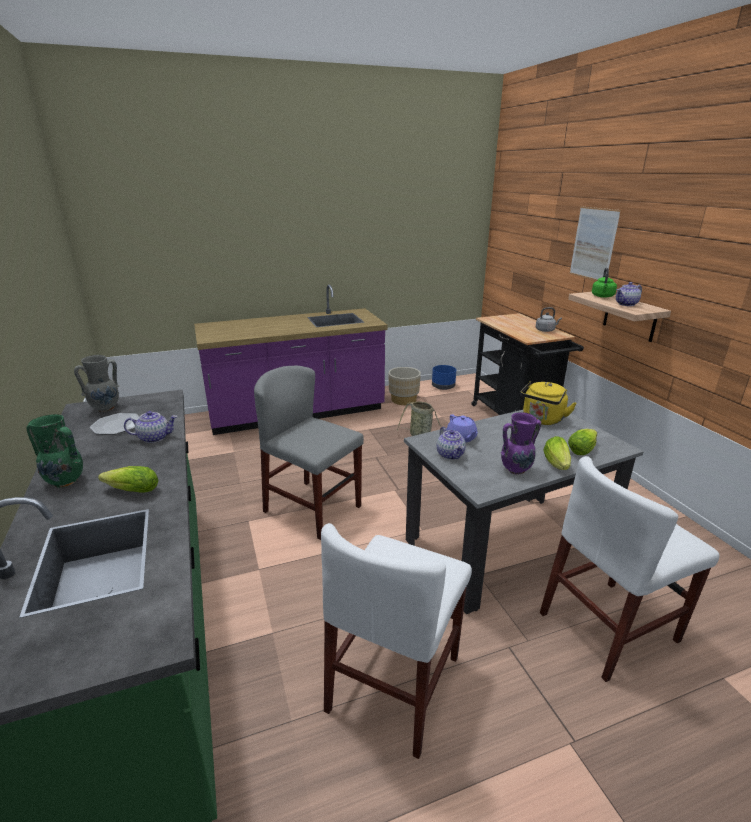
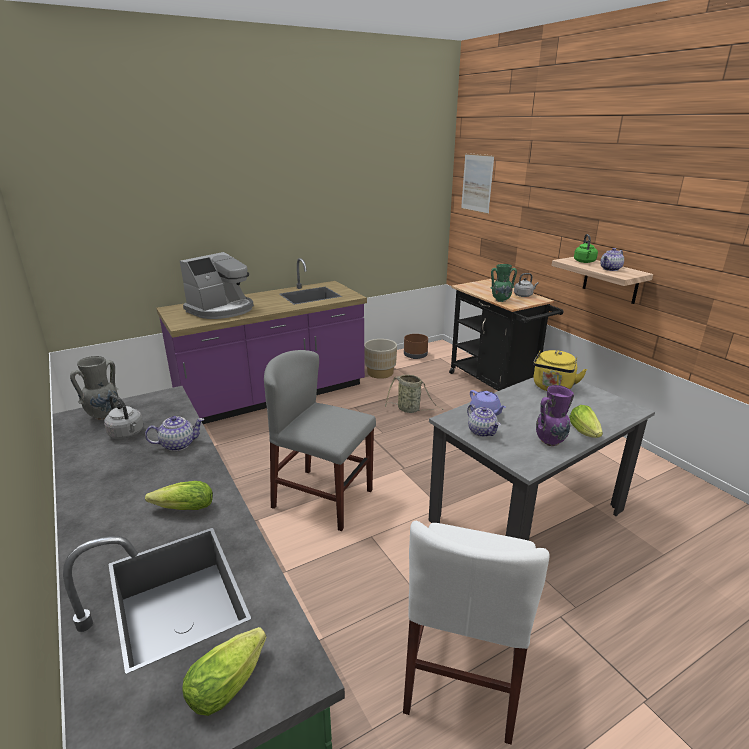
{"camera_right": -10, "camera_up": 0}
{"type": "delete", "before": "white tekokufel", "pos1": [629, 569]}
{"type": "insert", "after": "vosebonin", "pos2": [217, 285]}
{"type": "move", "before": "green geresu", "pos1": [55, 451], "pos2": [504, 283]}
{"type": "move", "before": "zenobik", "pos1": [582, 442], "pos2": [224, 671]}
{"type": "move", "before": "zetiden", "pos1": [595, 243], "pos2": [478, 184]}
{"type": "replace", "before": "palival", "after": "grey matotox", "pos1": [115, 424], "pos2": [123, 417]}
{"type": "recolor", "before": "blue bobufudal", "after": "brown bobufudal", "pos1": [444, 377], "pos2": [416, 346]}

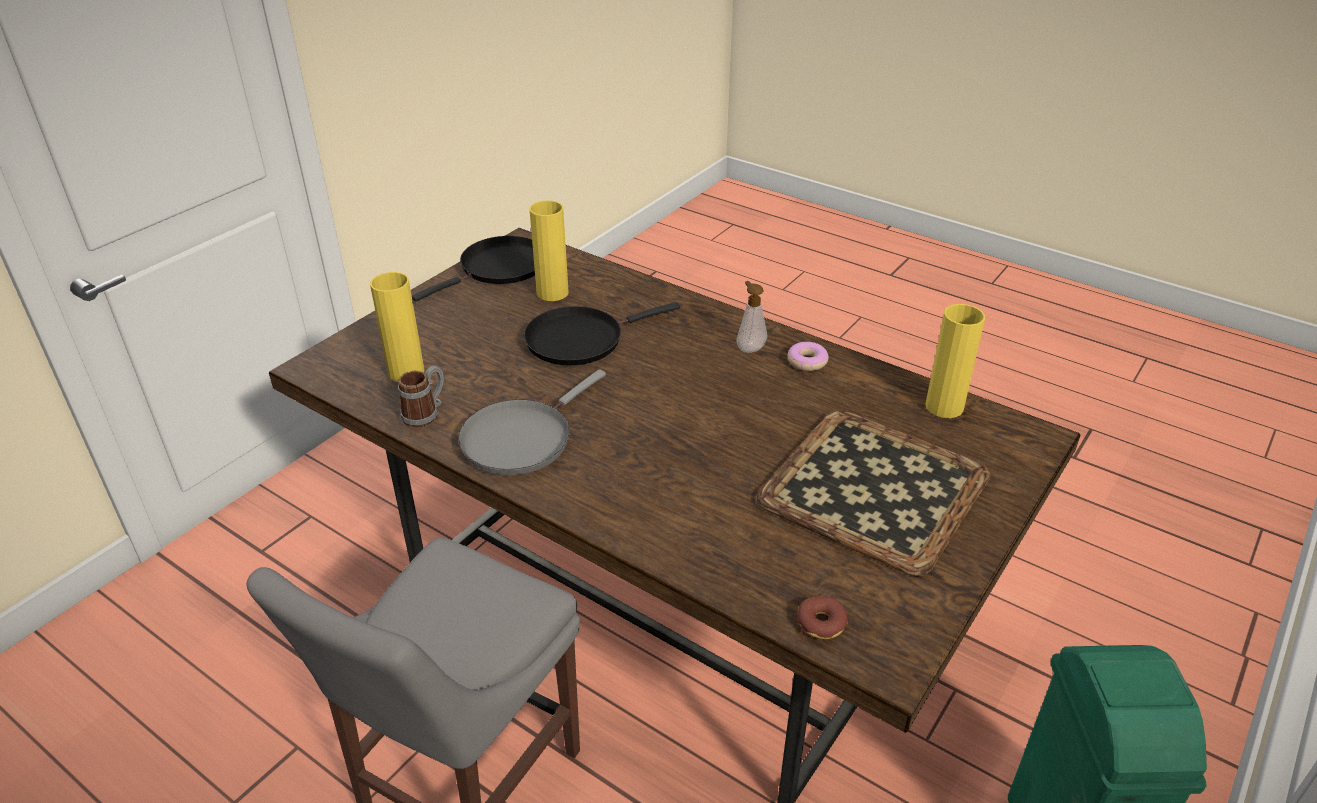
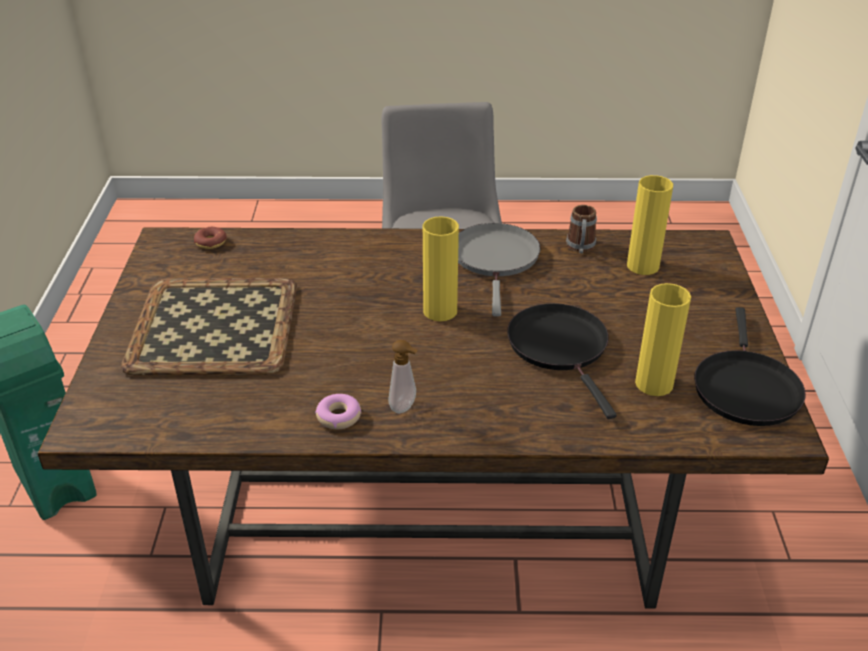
{"camera_right": 145, "camera_up": 0}
{"type": "move", "before": "yellow geresu", "pos1": [955, 361], "pos2": [441, 268]}
{"type": "rotate", "before": "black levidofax", "pos1": [602, 333], "pos2": [562, 361], "turn": -45}

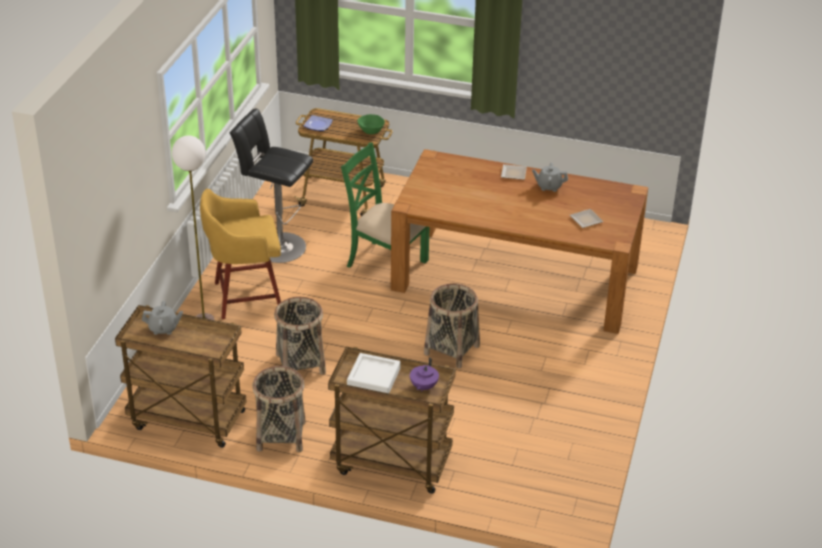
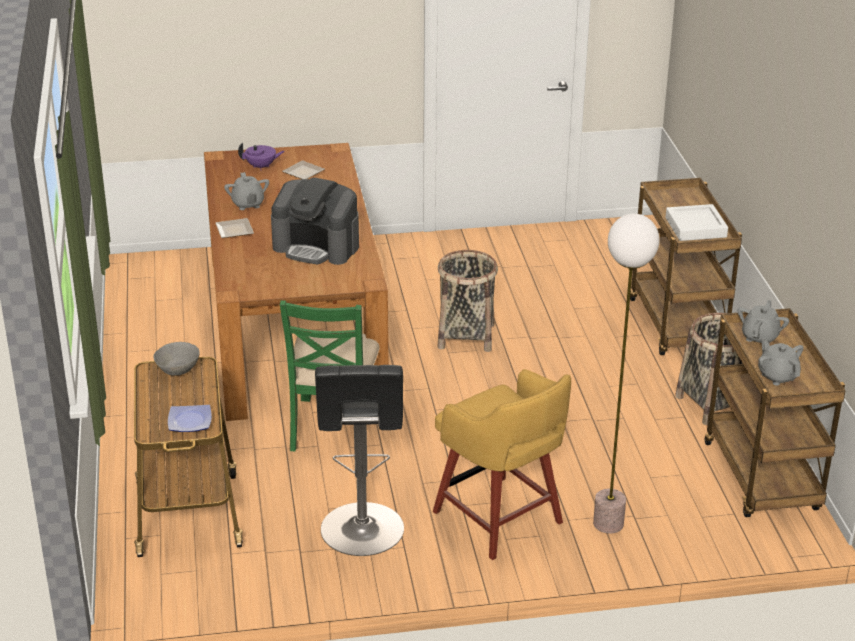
{"camera_right": -115, "camera_up": -5}
{"type": "delete", "before": "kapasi", "pos1": [300, 336]}
{"type": "insert", "after": "vosebonin", "pos2": [315, 221]}
{"type": "insert", "after": "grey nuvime", "pos2": [763, 322]}
{"type": "move", "before": "purple nuvime", "pos1": [424, 374], "pos2": [261, 155]}
{"type": "recolor", "before": "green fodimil", "after": "grey fodimil", "pos1": [371, 124], "pos2": [176, 359]}

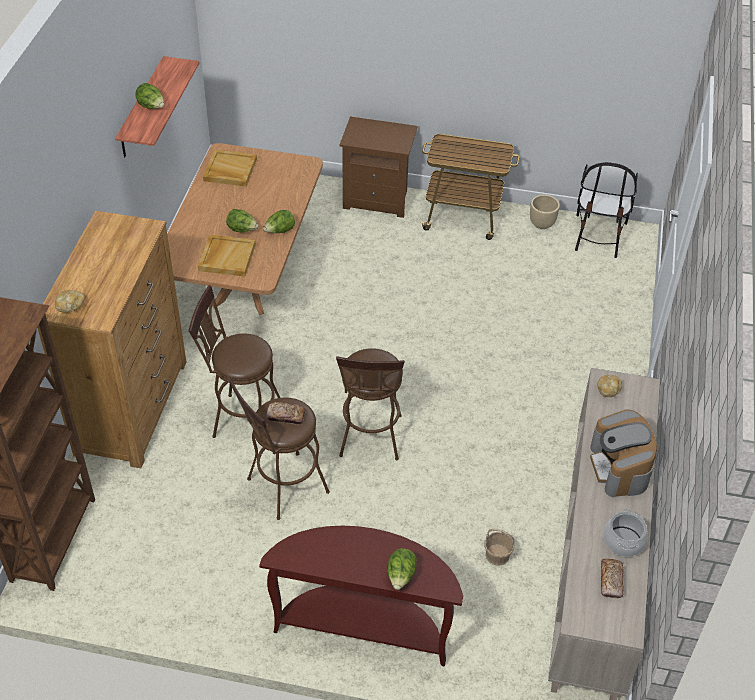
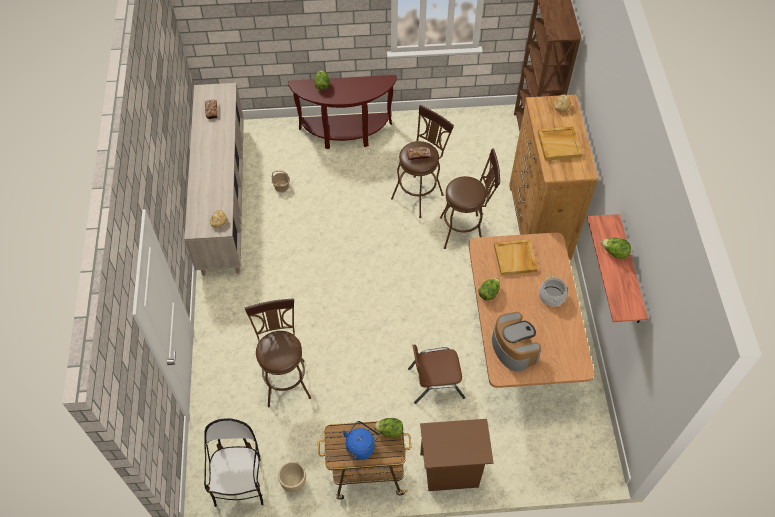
{"camera_right": 165, "camera_up": 10}
{"type": "insert", "after": "blue matotox", "pos2": [361, 440]}
{"type": "insert", "after": "brown tekokufel", "pos2": [436, 374]}
{"type": "move", "before": "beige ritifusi", "pos1": [230, 168], "pos2": [560, 143]}
{"type": "move", "before": "zenobik", "pos1": [242, 220], "pos2": [388, 427]}
{"type": "move", "before": "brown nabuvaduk", "pos1": [370, 404], "pos2": [278, 352]}
{"type": "move", "before": "vosebonin", "pos1": [623, 453], "pos2": [516, 342]}
{"type": "move", "before": "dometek", "pos1": [626, 533], "pos2": [553, 291]}

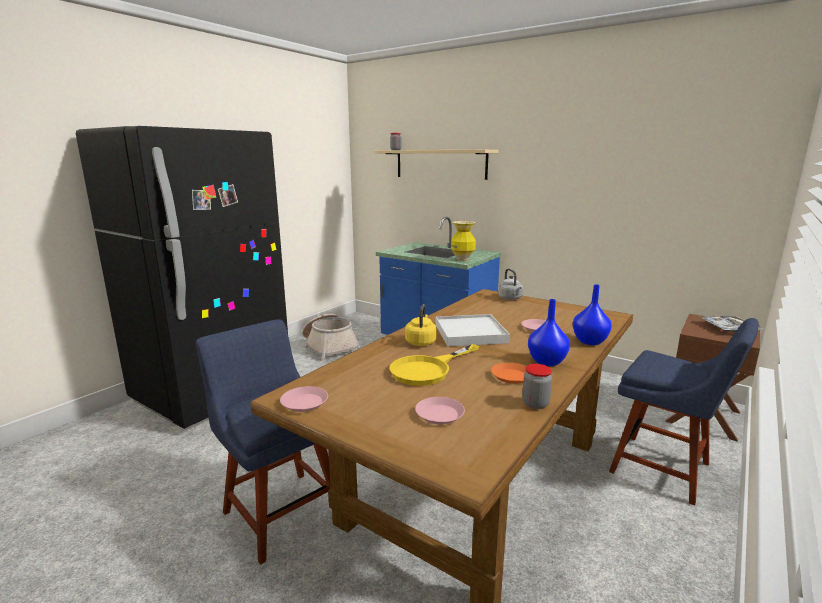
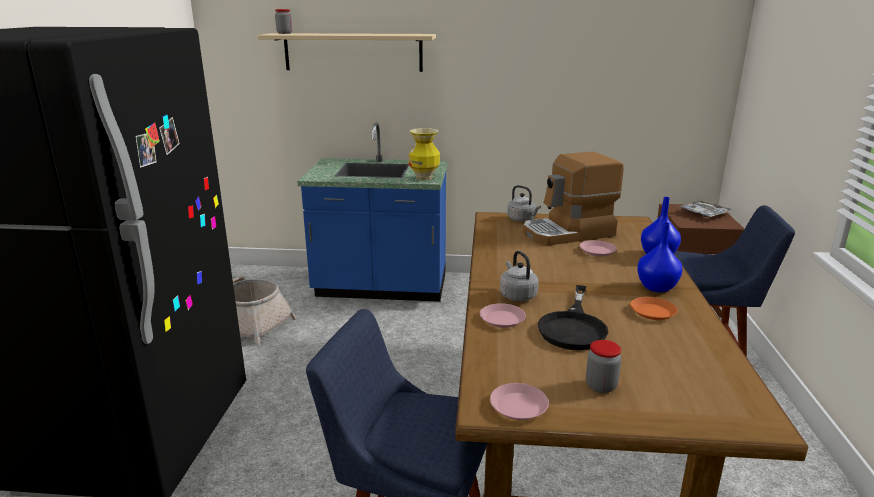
{"camera_right": -30, "camera_up": 5}
{"type": "delete", "before": "white ritifusi", "pos1": [473, 330]}
{"type": "insert", "after": "vosebonin", "pos2": [573, 199]}
{"type": "move", "before": "pink palival", "pos1": [440, 410], "pos2": [503, 315]}
{"type": "move", "before": "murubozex", "pos1": [537, 386], "pos2": [603, 366]}
{"type": "recolor", "before": "yellow levidofax", "after": "black levidofax", "pos1": [434, 365], "pos2": [573, 317]}
{"type": "recolor", "before": "yellow matotox", "after": "grey matotox", "pos1": [421, 325], "pos2": [519, 276]}

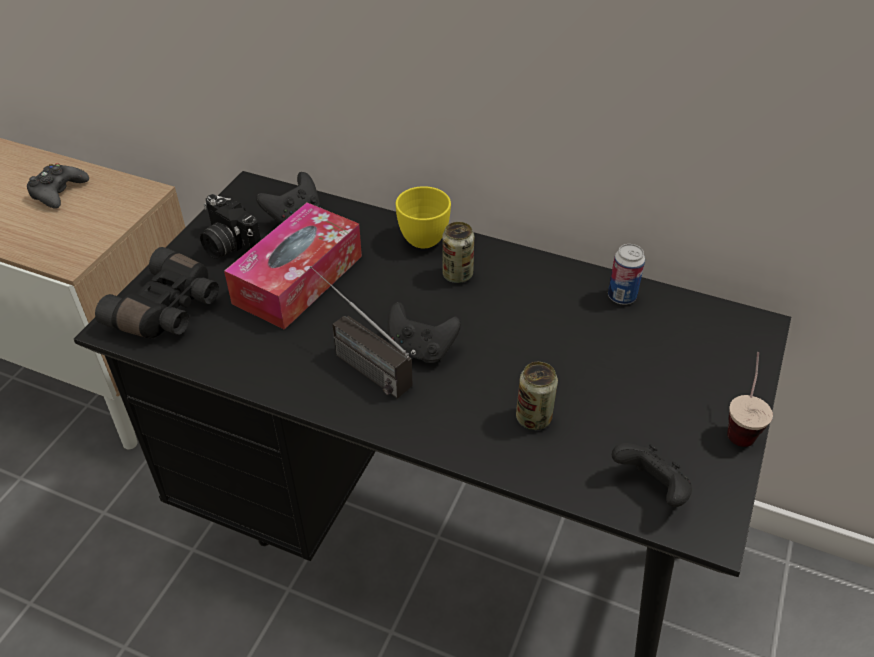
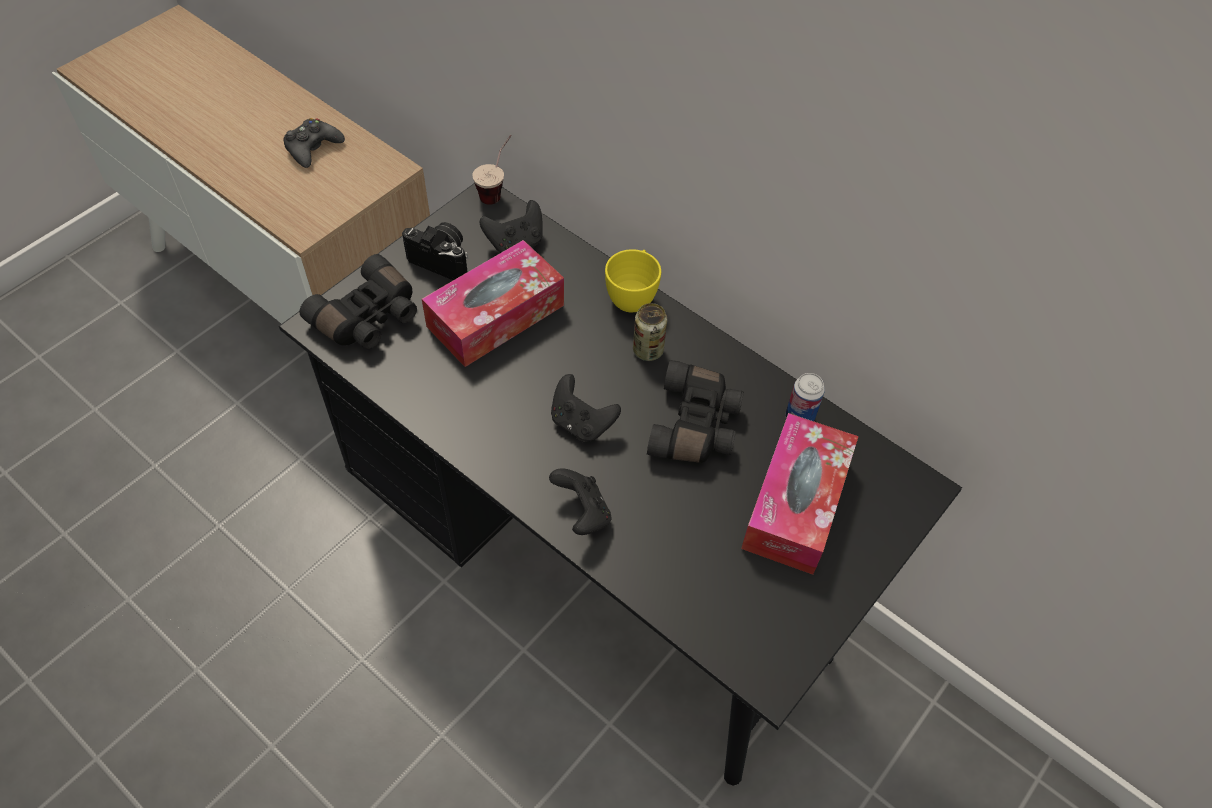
{"camera_right": 15, "camera_up": 10}
{"type": "delete", "before": "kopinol", "pos1": [361, 332]}
{"type": "delete", "before": "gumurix", "pos1": [537, 396]}
{"type": "insert", "after": "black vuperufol", "pos2": [695, 411]}
{"type": "insert", "after": "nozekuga", "pos2": [800, 494]}
{"type": "move", "before": "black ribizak", "pos1": [652, 475], "pos2": [580, 501]}
{"type": "move", "before": "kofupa", "pos1": [750, 399], "pos2": [492, 169]}
{"type": "rotate", "before": "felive", "pos1": [230, 226], "pos2": [435, 251], "turn": 150}

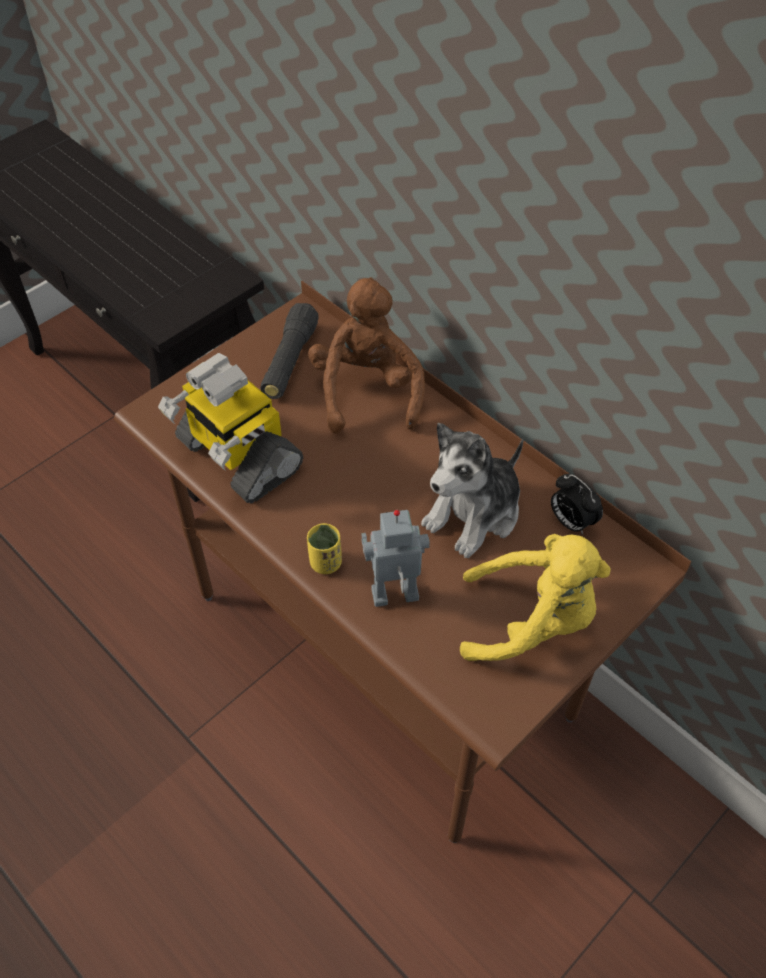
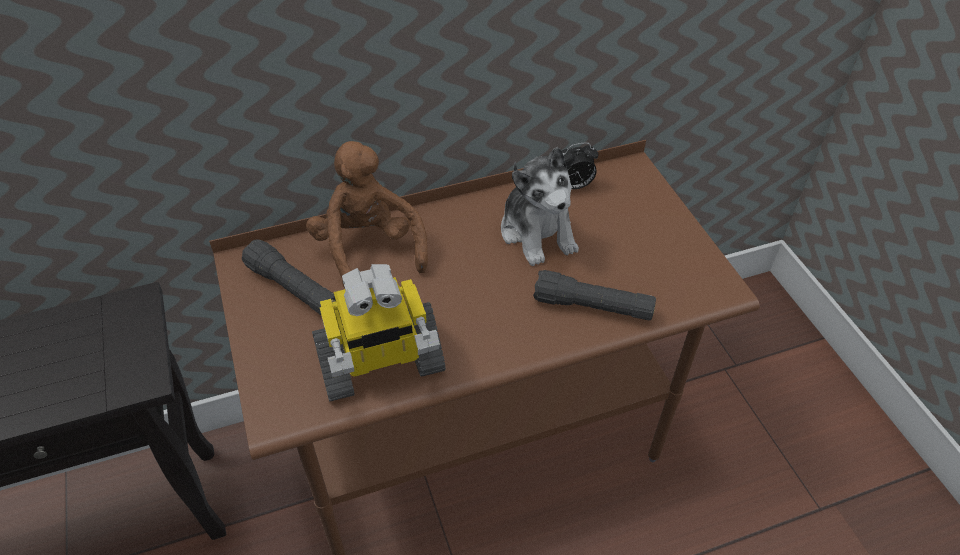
{"camera_right": -65, "camera_up": -5}
{"type": "delete", "before": "yellow kofupa", "pos1": [324, 548]}
{"type": "delete", "before": "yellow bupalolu", "pos1": [535, 597]}
{"type": "replace", "before": "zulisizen", "after": "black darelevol", "pos1": [395, 558], "pos2": [594, 295]}
{"type": "rotate", "before": "brown bupalolu", "pos1": [366, 355], "pos2": [367, 215], "turn": 45}

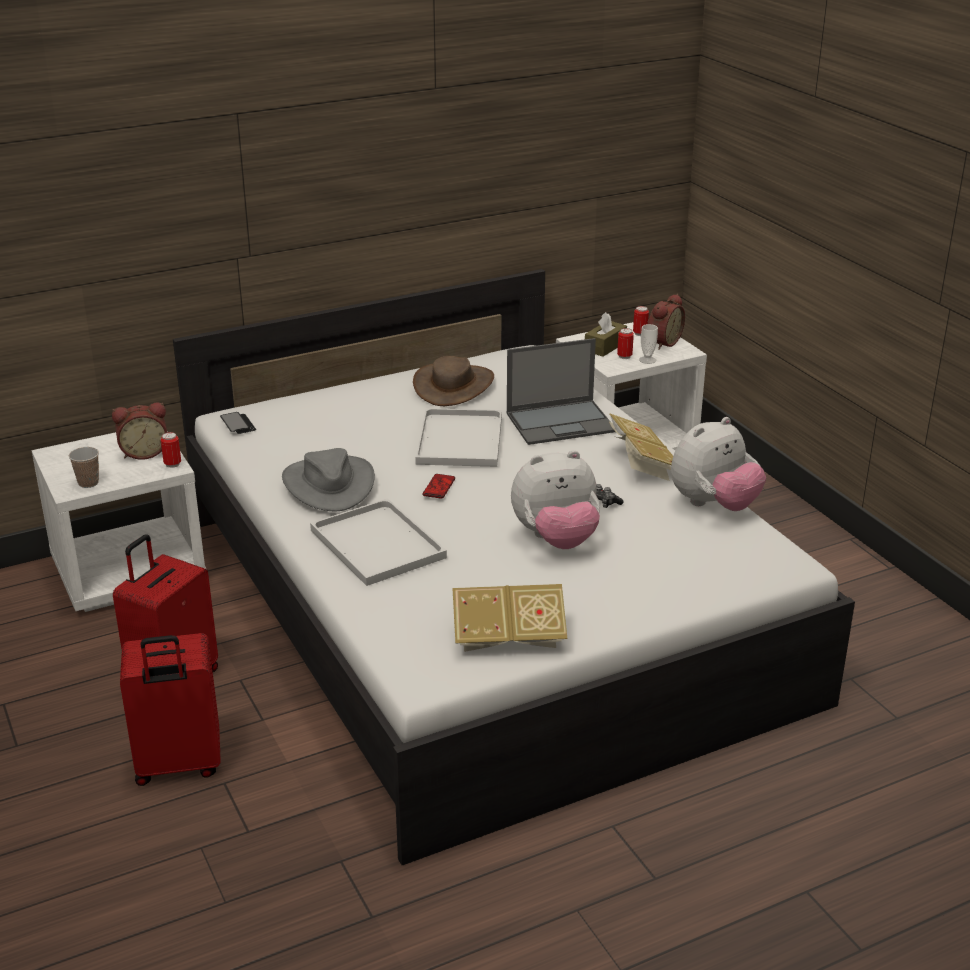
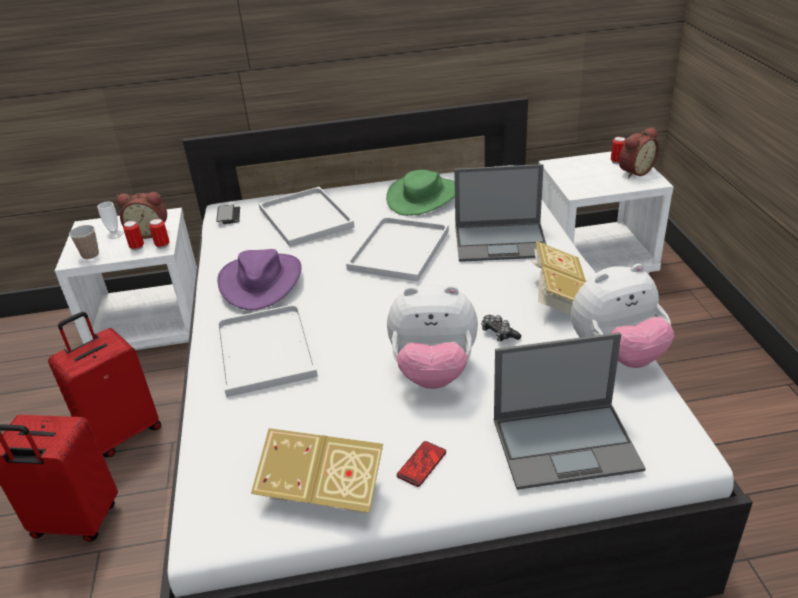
{"camera_right": 20, "camera_up": 5}
{"type": "delete", "before": "brown nozekuga", "pos1": [606, 334]}
{"type": "insert", "after": "white ritifusi", "pos2": [306, 217]}
{"type": "insert", "after": "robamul", "pos2": [570, 411]}
{"type": "move", "before": "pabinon", "pos1": [439, 486], "pos2": [421, 464]}
{"type": "move", "before": "gumurix", "pos1": [625, 343], "pos2": [133, 235]}
{"type": "move", "before": "kofupa", "pos1": [648, 344], "pos2": [110, 220]}
{"type": "recolor", "before": "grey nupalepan", "after": "purple nupalepan", "pos1": [328, 479], "pos2": [259, 279]}
{"type": "recolor", "before": "brown nupalepan", "after": "green nupalepan", "pos1": [453, 381], "pos2": [420, 193]}

